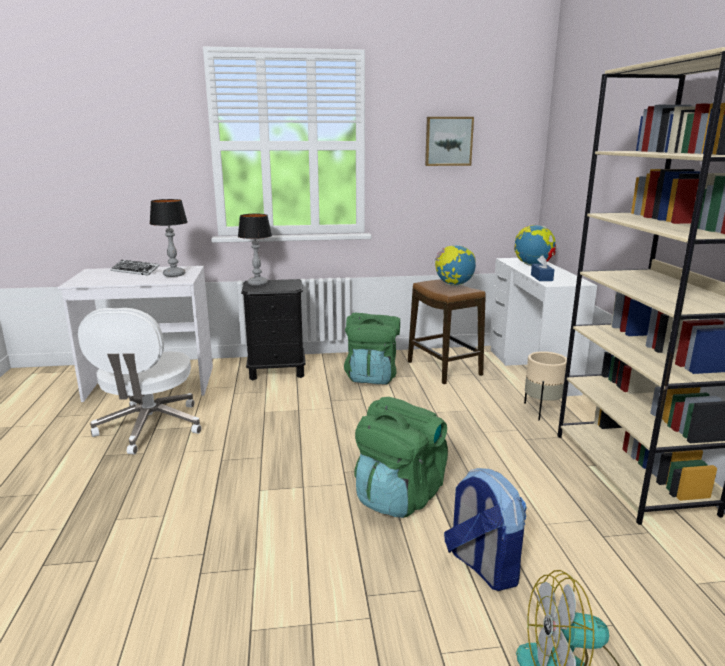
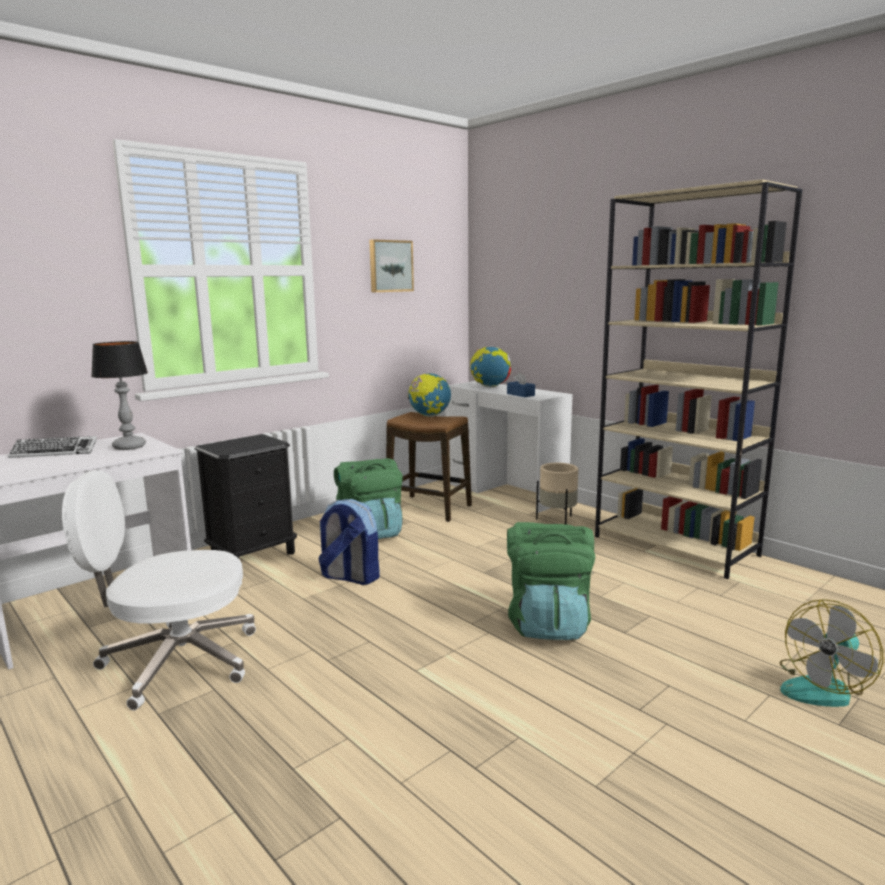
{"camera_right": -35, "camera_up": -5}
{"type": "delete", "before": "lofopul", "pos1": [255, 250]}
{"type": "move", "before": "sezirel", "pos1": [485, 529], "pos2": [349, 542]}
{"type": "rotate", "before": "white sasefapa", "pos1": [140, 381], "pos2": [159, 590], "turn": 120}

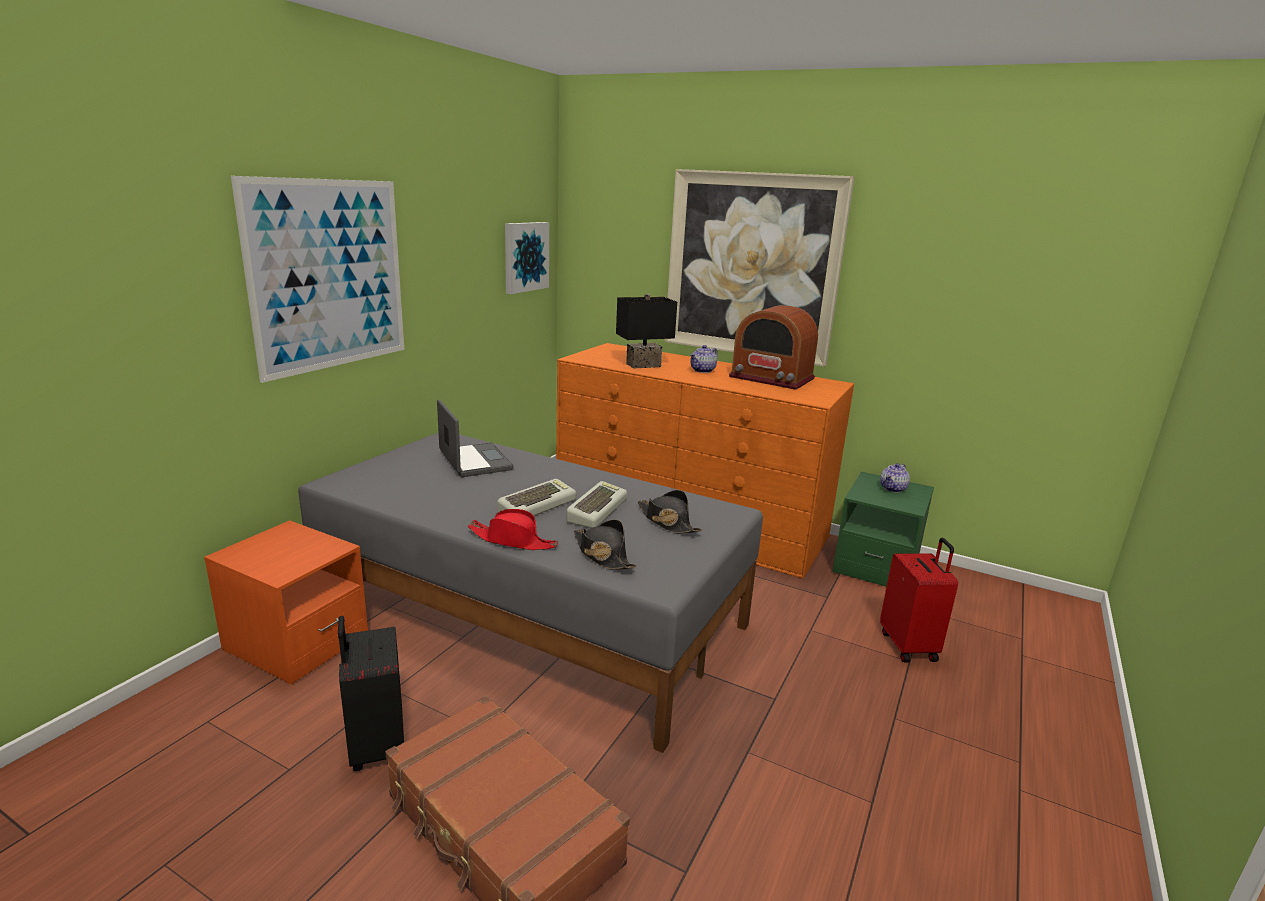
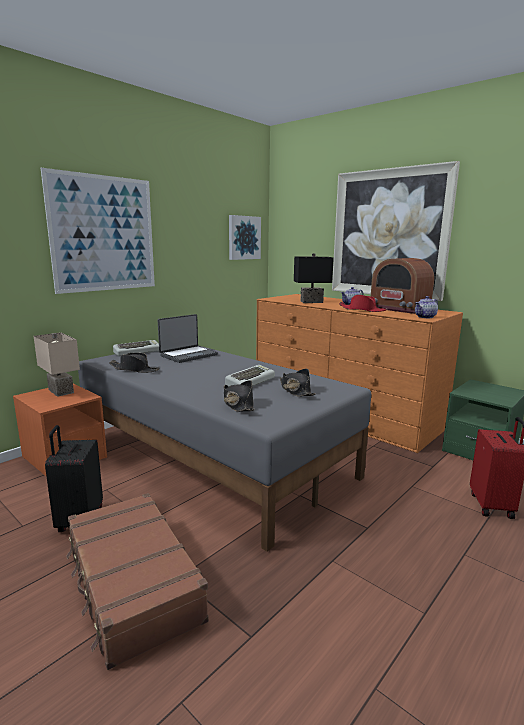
{"camera_right": 15, "camera_up": -5}
{"type": "insert", "after": "beige lofopul", "pos2": [57, 364]}
{"type": "insert", "after": "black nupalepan", "pos2": [134, 363]}
{"type": "move", "before": "red nupalepan", "pos1": [513, 529], "pos2": [363, 303]}
{"type": "move", "before": "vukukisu", "pos1": [536, 497], "pos2": [136, 348]}
{"type": "move", "before": "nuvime", "pos1": [895, 478], "pos2": [426, 307]}
{"type": "rotate", "before": "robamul", "pos1": [475, 438], "pos2": [188, 338], "turn": 60}

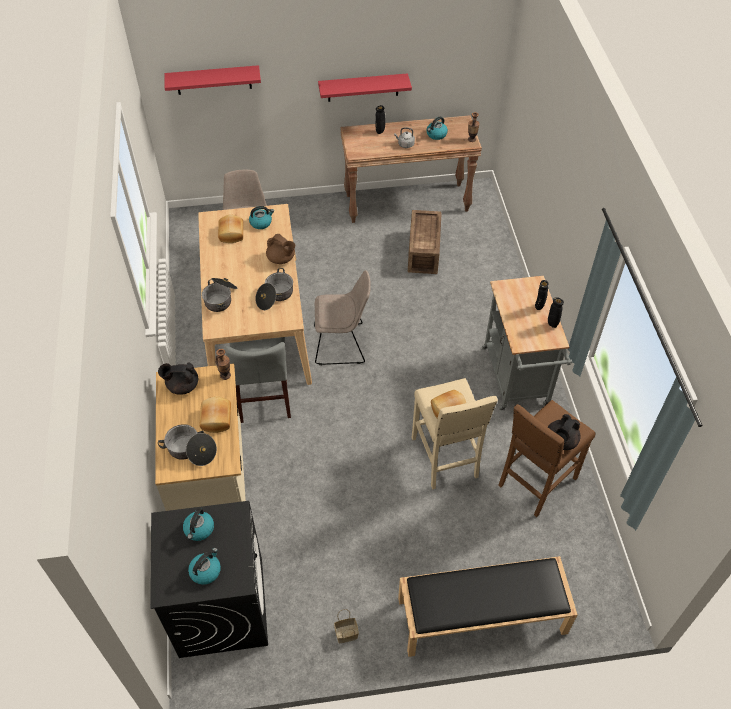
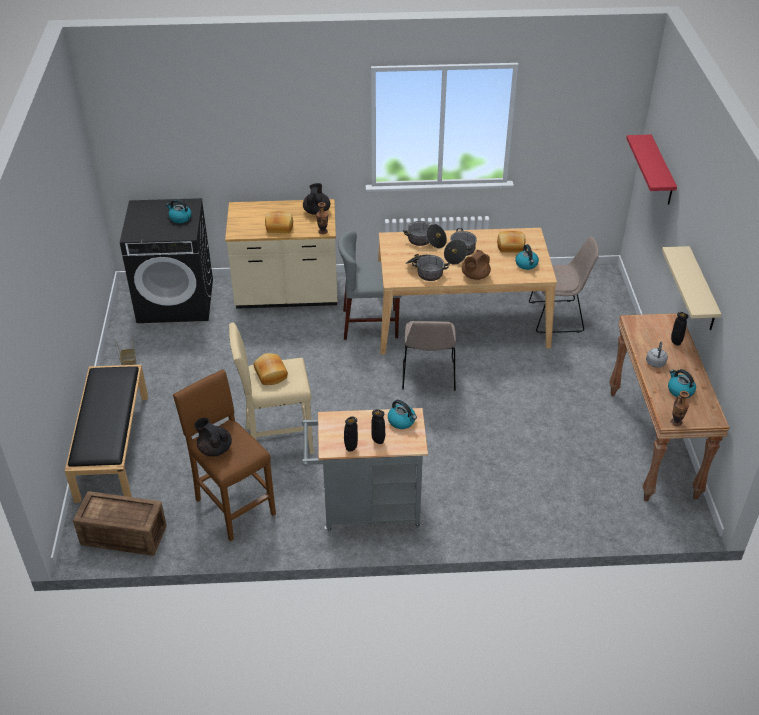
{"camera_right": 95, "camera_up": -10}
{"type": "move", "before": "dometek", "pos1": [187, 445], "pos2": [460, 246]}
{"type": "move", "before": "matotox", "pos1": [204, 566], "pos2": [402, 414]}
{"type": "move", "before": "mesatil", "pos1": [425, 242], "pos2": [120, 523]}
{"type": "recolor", "before": "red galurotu", "after": "beige galurotu", "pos1": [365, 87], "pos2": [691, 288]}

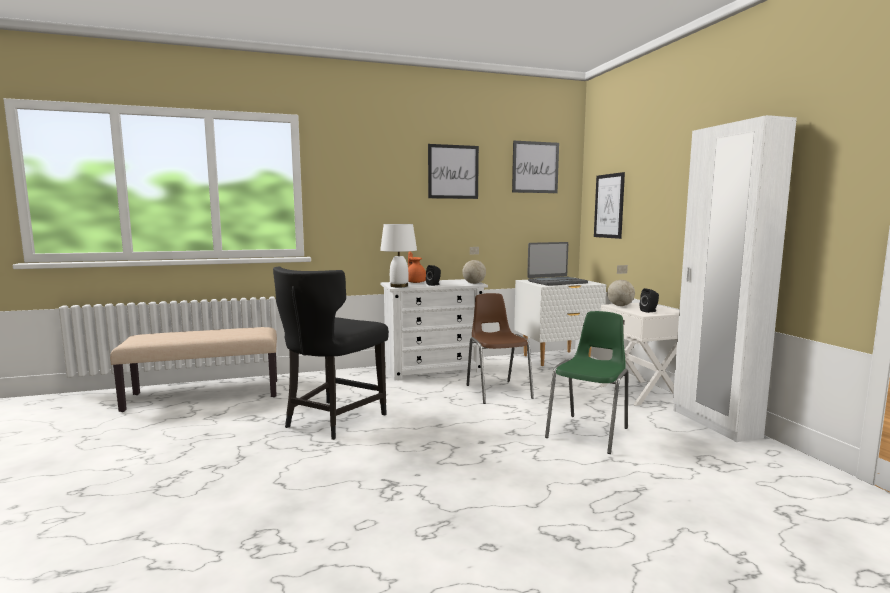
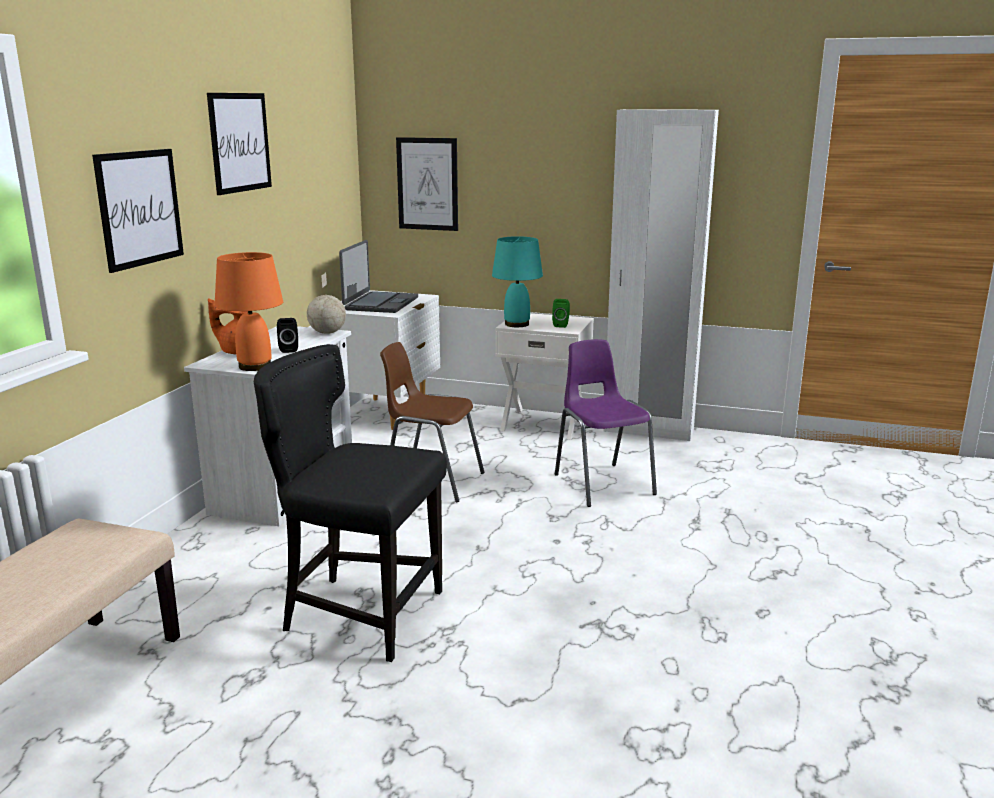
{"camera_right": -55, "camera_up": 10}
{"type": "move", "before": "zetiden", "pos1": [535, 167], "pos2": [138, 211]}
{"type": "replace", "before": "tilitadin", "after": "turquoise lofopul", "pos1": [621, 285], "pos2": [517, 281]}
{"type": "recolor", "before": "white lofopul", "after": "orange lofopul", "pos1": [398, 255], "pos2": [248, 311]}
{"type": "recolor", "before": "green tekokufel", "after": "purple tekokufel", "pos1": [586, 382], "pos2": [606, 423]}
{"type": "recolor", "before": "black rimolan", "after": "green rimolan", "pos1": [649, 300], "pos2": [561, 313]}
{"type": "rotate", "before": "black tekokufel", "pos1": [331, 353], "pos2": [350, 503], "turn": 135}

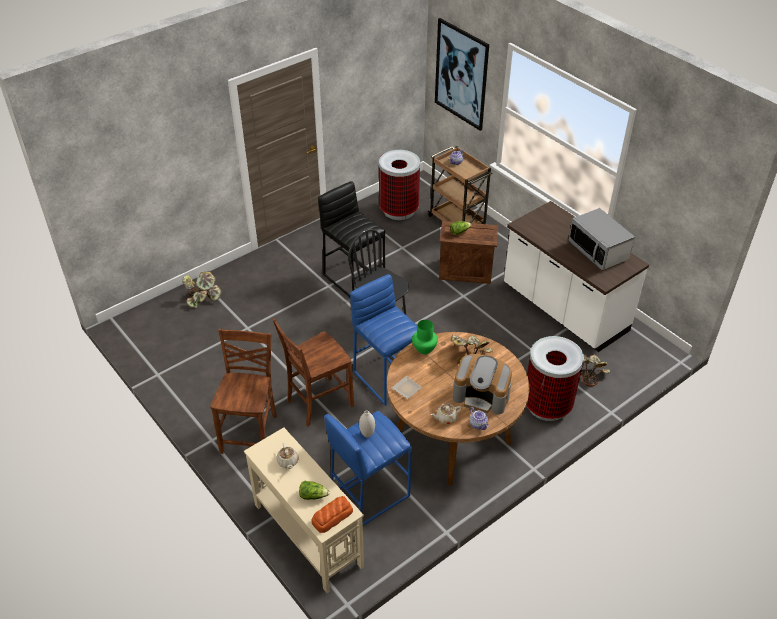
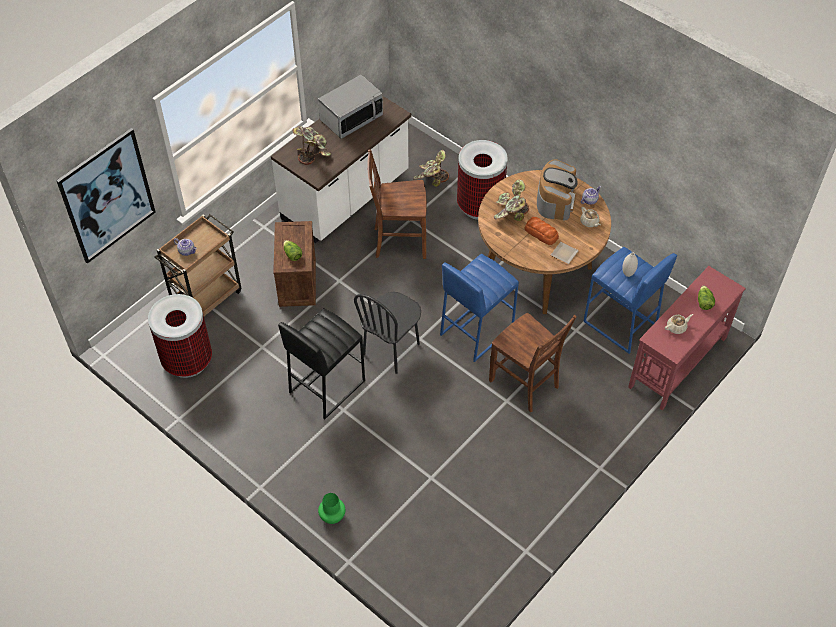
{"camera_right": -100, "camera_up": 10}
{"type": "move", "before": "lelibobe", "pos1": [201, 289], "pos2": [311, 145]}
{"type": "move", "before": "brown tekokufel", "pos1": [243, 391], "pos2": [397, 204]}
{"type": "move", "before": "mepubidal", "pos1": [332, 514], "pos2": [541, 231]}
{"type": "move", "before": "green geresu", "pos1": [425, 337], "pos2": [331, 508]}
{"type": "recolor", "before": "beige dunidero", "after": "red dunidero", "pos1": [304, 510], "pos2": [687, 338]}

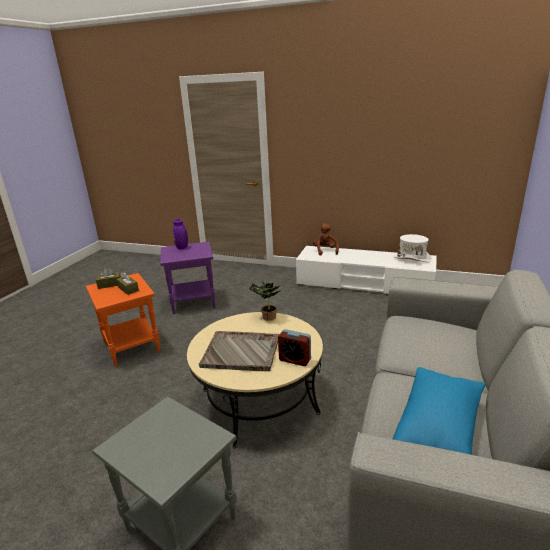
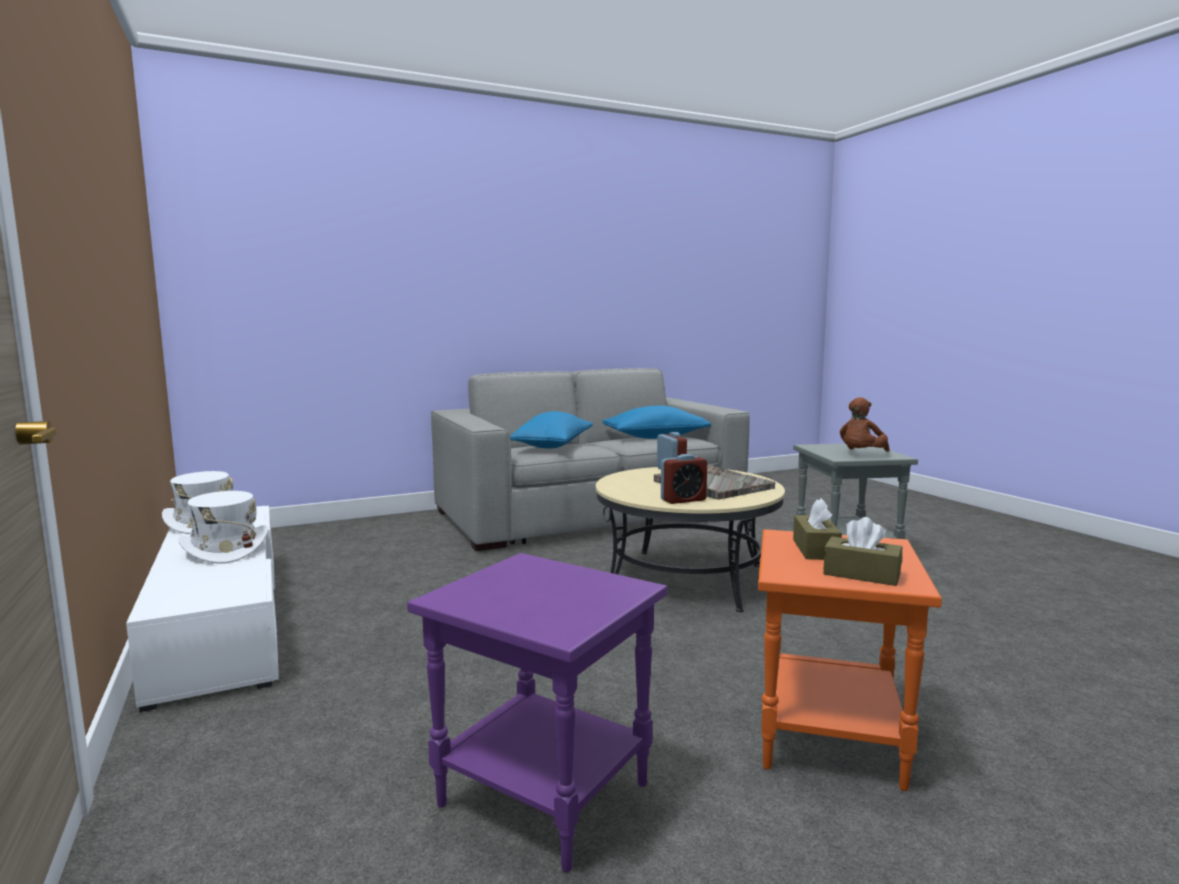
{"camera_right": -135, "camera_up": -15}
{"type": "delete", "before": "purple geresu", "pos1": [180, 234]}
{"type": "delete", "before": "lelibobe", "pos1": [265, 301]}
{"type": "insert", "after": "white nupalepan", "pos2": [223, 527]}
{"type": "insert", "after": "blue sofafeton", "pos2": [551, 430]}
{"type": "insert", "after": "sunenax", "pos2": [684, 479]}
{"type": "move", "before": "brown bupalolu", "pos1": [326, 240], "pos2": [864, 424]}

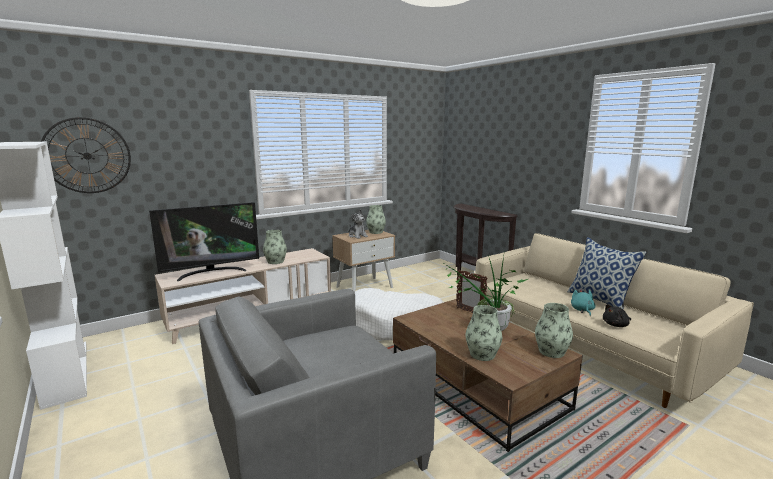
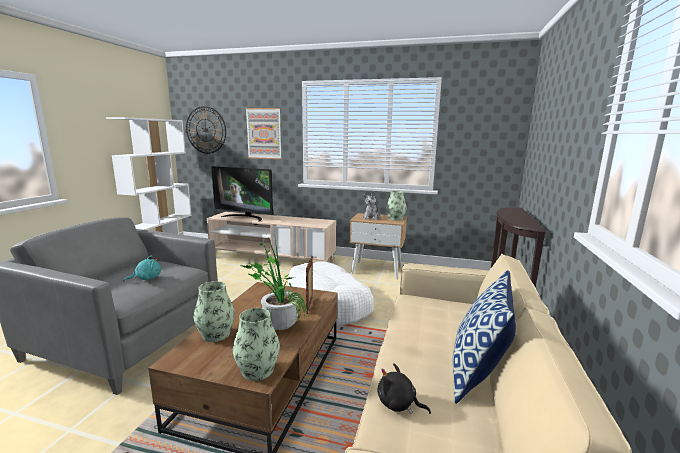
{"camera_right": 50, "camera_up": 0}
{"type": "delete", "before": "geresu", "pos1": [275, 247]}
{"type": "insert", "after": "zetiden", "pos2": [264, 133]}
{"type": "move", "before": "turquoise bupalolu", "pos1": [583, 302], "pos2": [142, 268]}

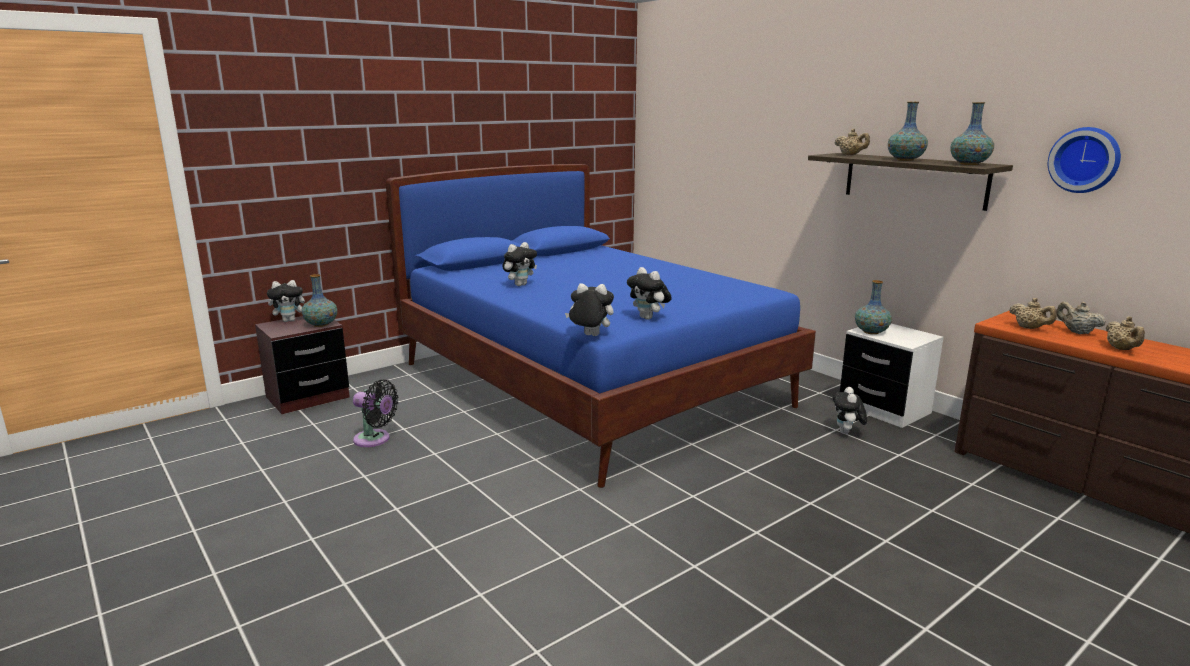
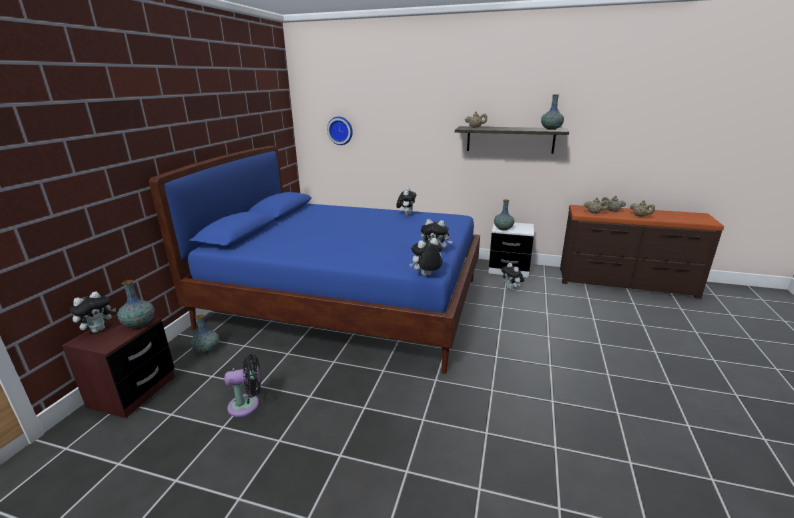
{"camera_right": -35, "camera_up": 5}
{"type": "move", "before": "bupalolu", "pos1": [519, 264], "pos2": [406, 202]}
{"type": "move", "before": "geresu", "pos1": [908, 131], "pos2": [205, 334]}
{"type": "move", "before": "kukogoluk", "pos1": [1084, 160], "pos2": [340, 131]}

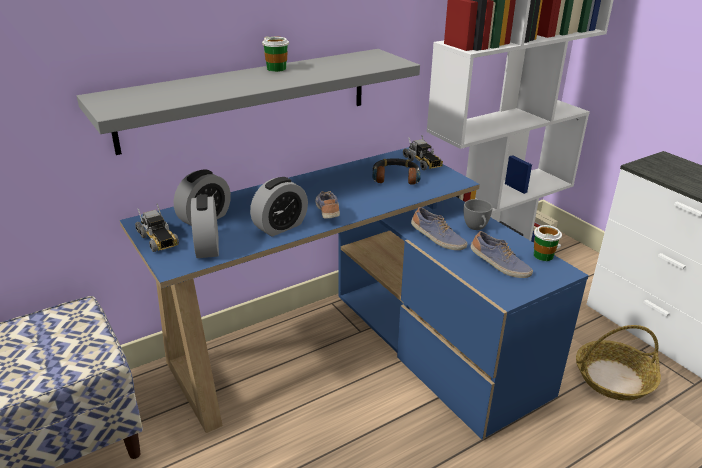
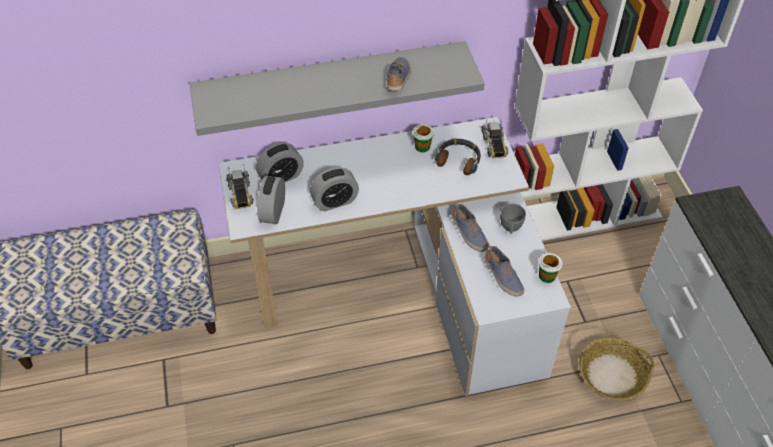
{"camera_right": 20, "camera_up": 20}
{"type": "move", "before": "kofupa", "pos1": [275, 54], "pos2": [423, 138]}
{"type": "move", "before": "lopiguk", "pos1": [327, 205], "pos2": [399, 74]}
{"type": "recolor", "before": "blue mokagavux", "after": "white mokagavux", "pos1": [354, 293], "pos2": [394, 256]}

